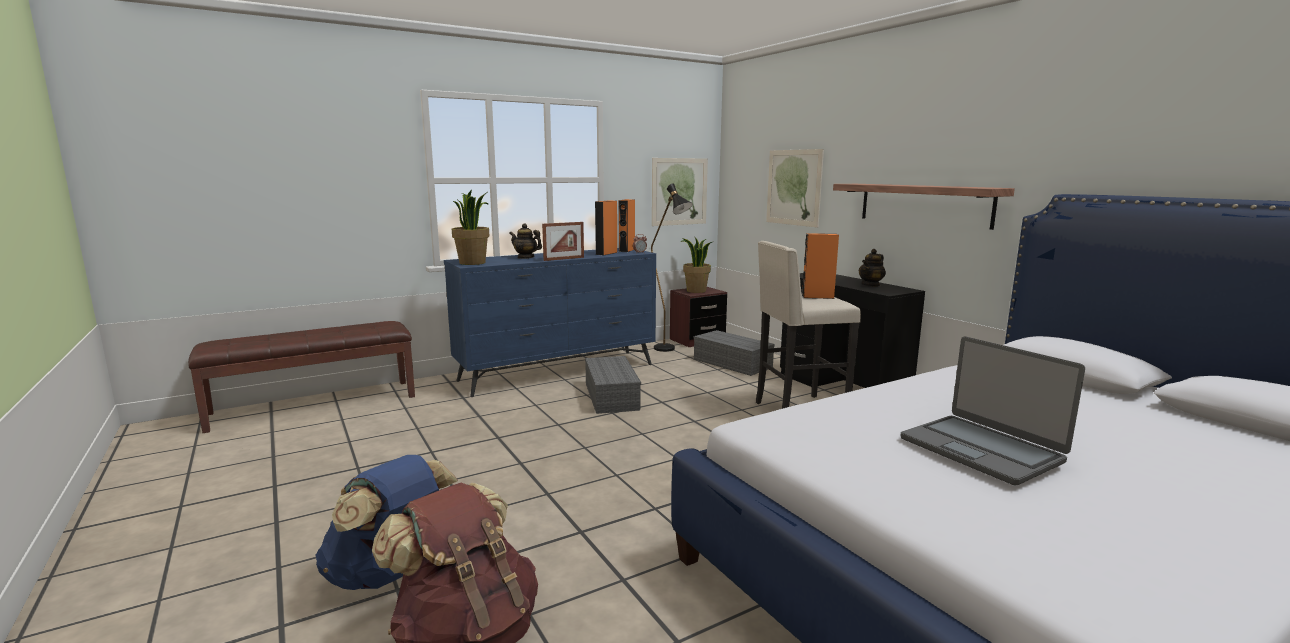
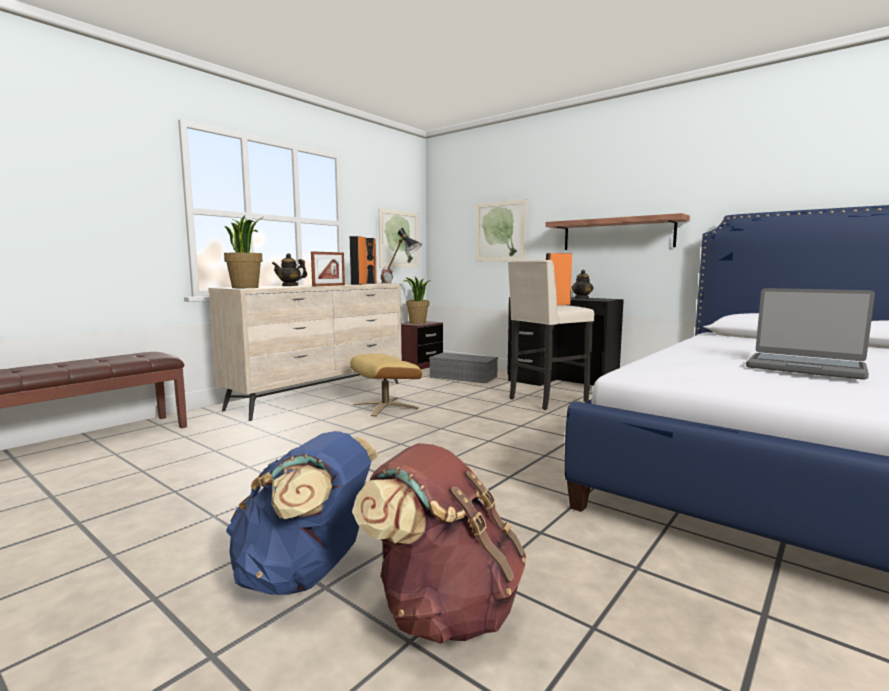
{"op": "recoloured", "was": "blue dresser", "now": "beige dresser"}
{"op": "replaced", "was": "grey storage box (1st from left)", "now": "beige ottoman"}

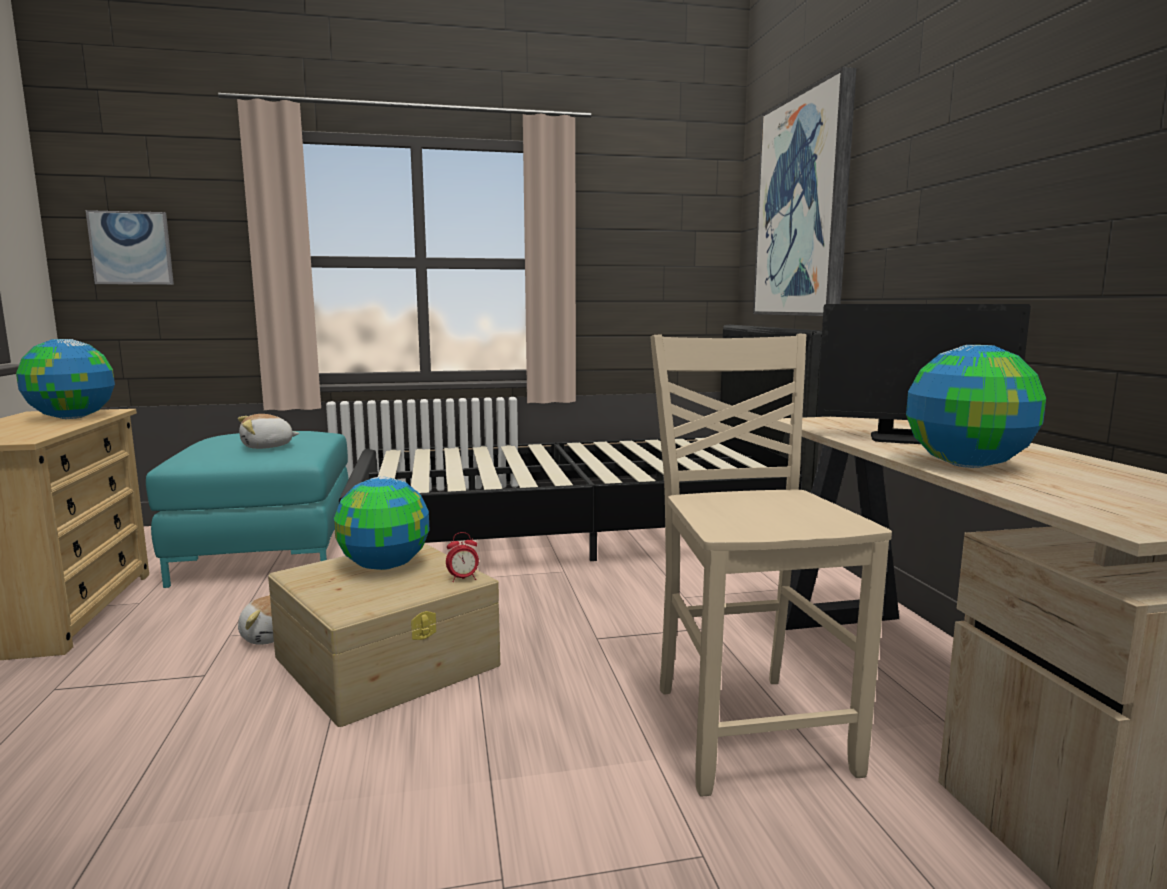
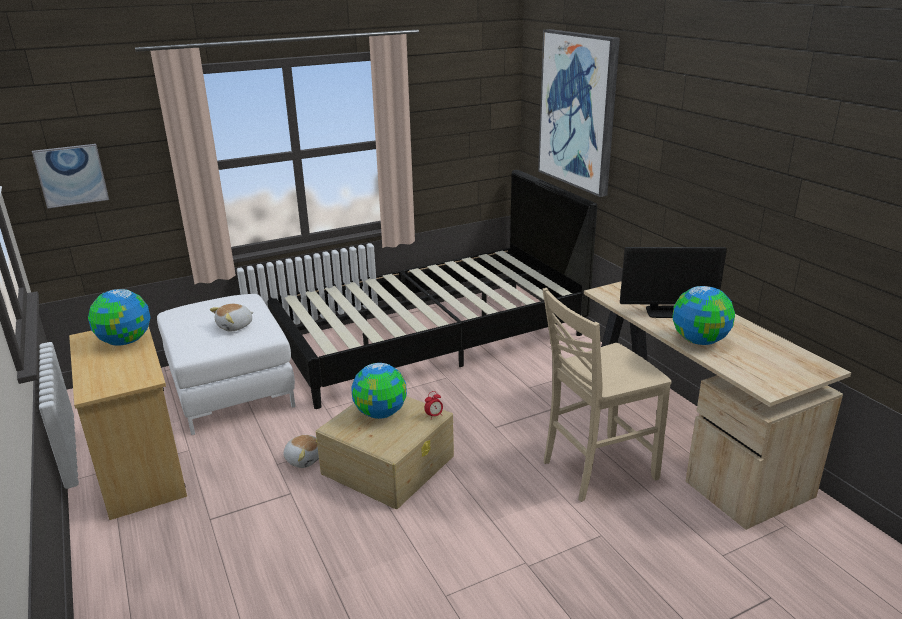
{"op": "recoloured", "was": "turquoise ottoman", "now": "white ottoman"}
{"op": "turned", "was": "beige chair", "clockwise": -90}

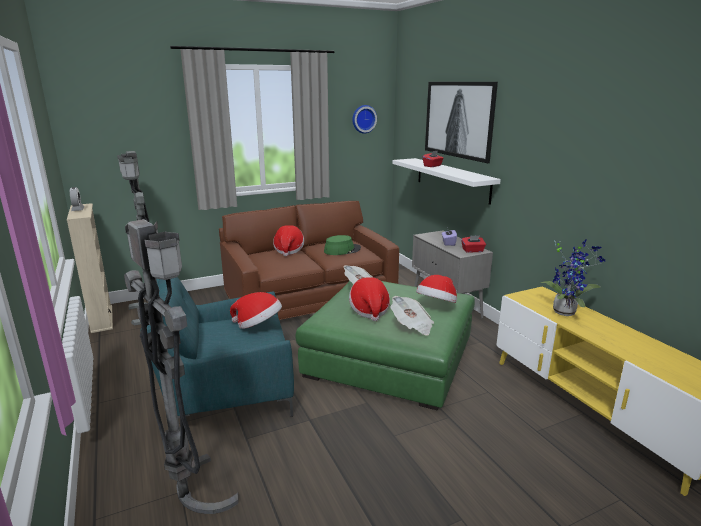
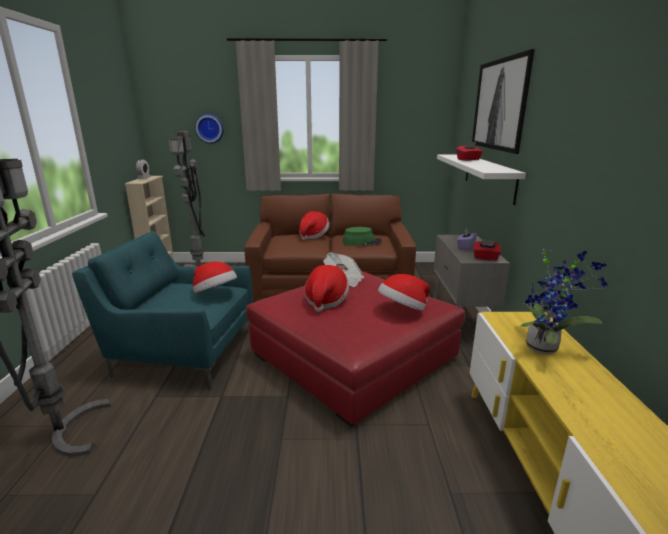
{"op": "recoloured", "was": "green ottoman", "now": "red ottoman"}
{"op": "moved", "was": "wall clock"}
{"op": "removed", "was": "newspaper (2nd from left)"}

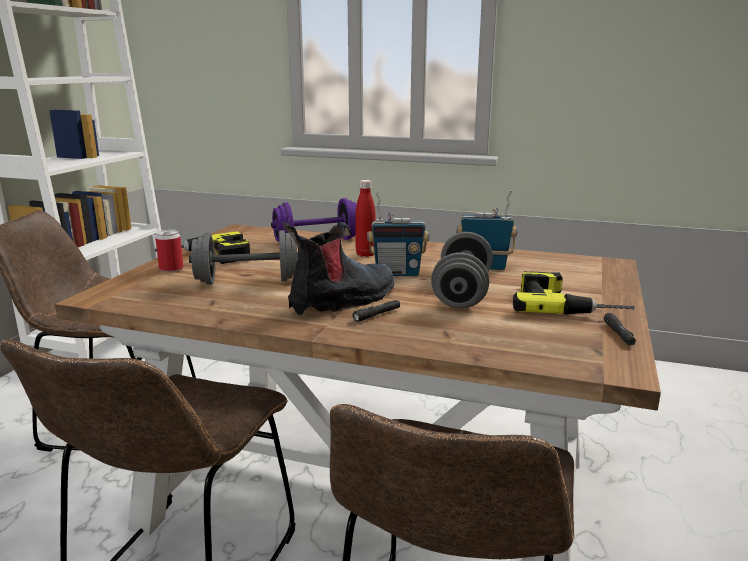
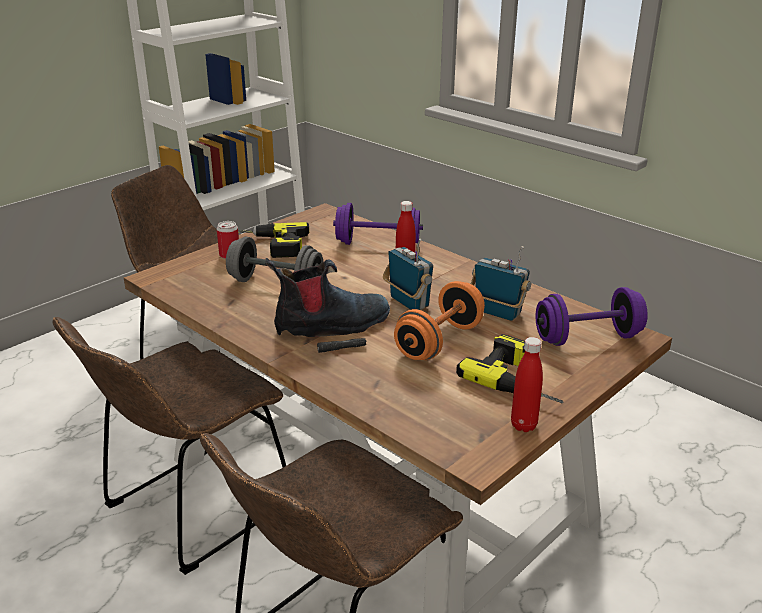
{"op": "turned", "was": "radio (1st from left)", "clockwise": -150}
{"op": "recoloured", "was": "grey dumbbell (2nd from left)", "now": "orange dumbbell"}
{"op": "replaced", "was": "black flashlight (2nd from left)", "now": "red bottle (2nd from left)"}
{"op": "added", "now": "purple dumbbell (2nd from left)"}

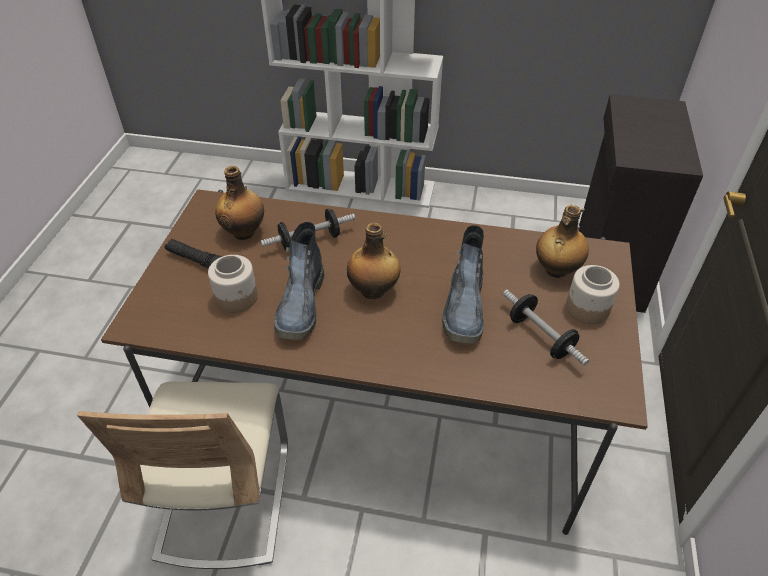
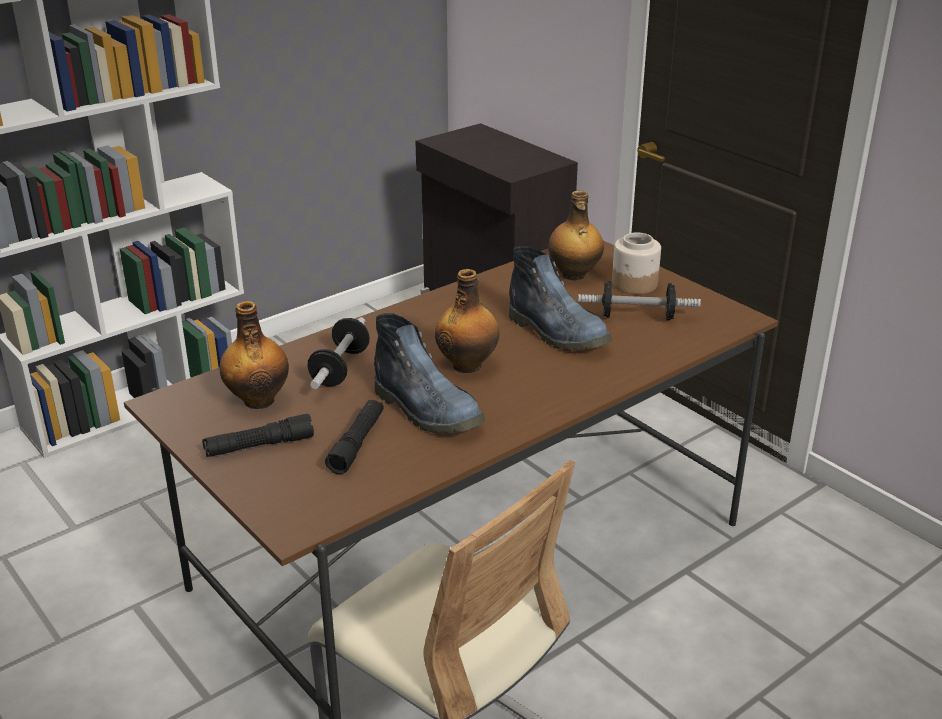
{"op": "replaced", "was": "jar (1st from left)", "now": "black flashlight (2nd from left)"}

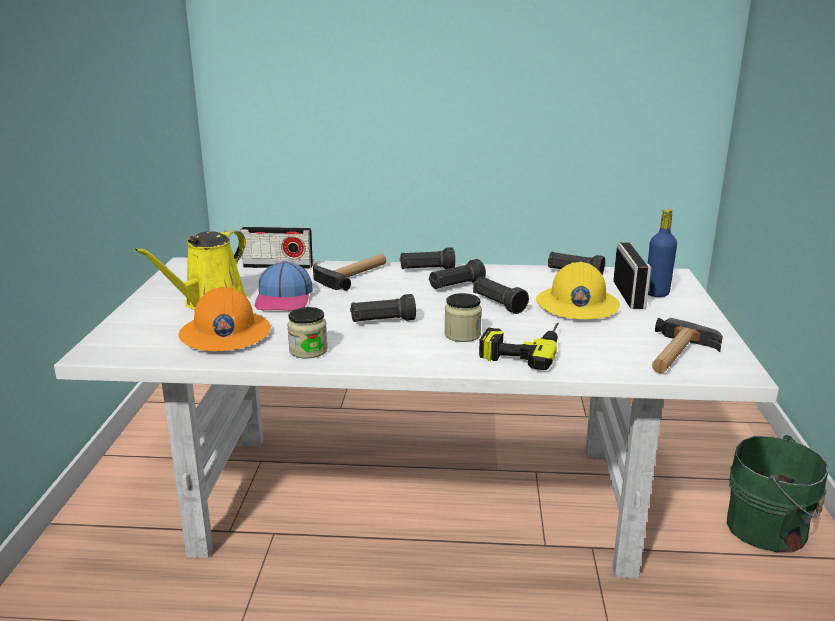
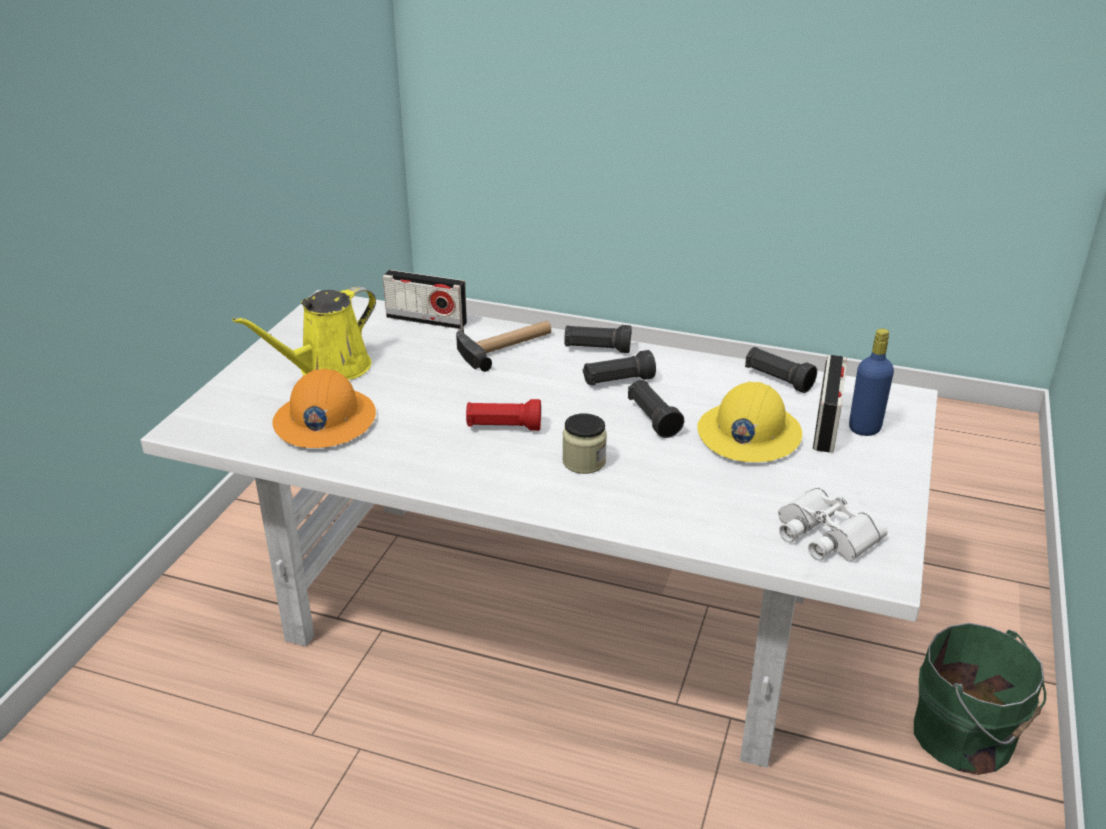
{"op": "removed", "was": "cap"}
{"op": "removed", "was": "jar (1st from left)"}
{"op": "recoloured", "was": "black flashlight (1st from left)", "now": "red flashlight"}
{"op": "removed", "was": "power drill"}
{"op": "replaced", "was": "hammer (2nd from left)", "now": "white binoculars"}

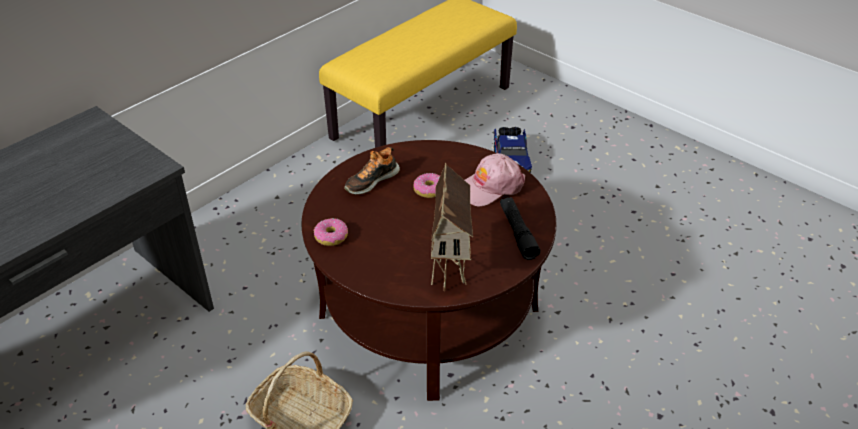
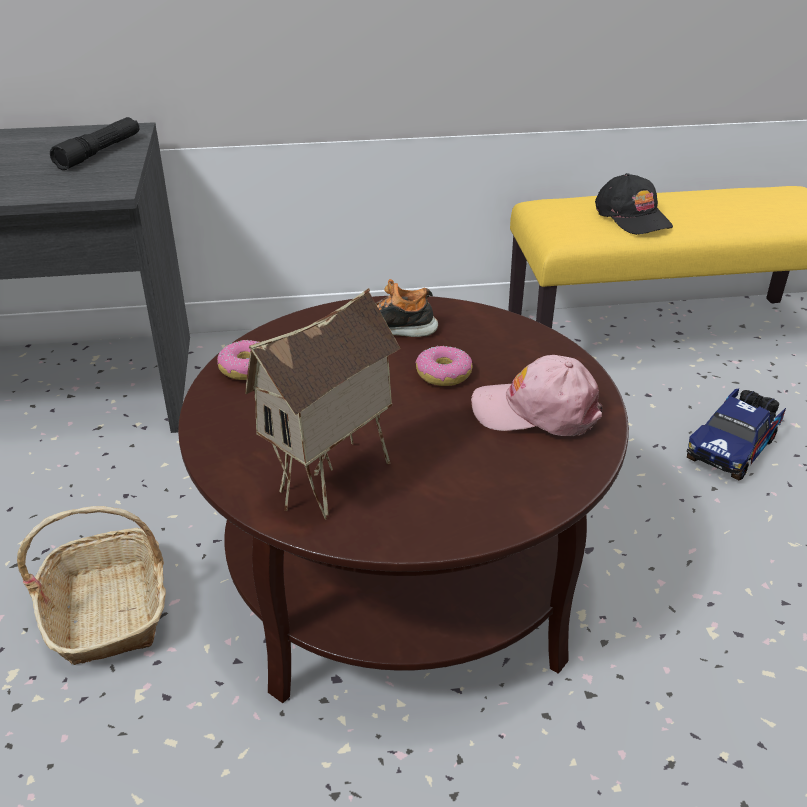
{"op": "moved", "was": "black flashlight"}
{"op": "added", "now": "black cap"}

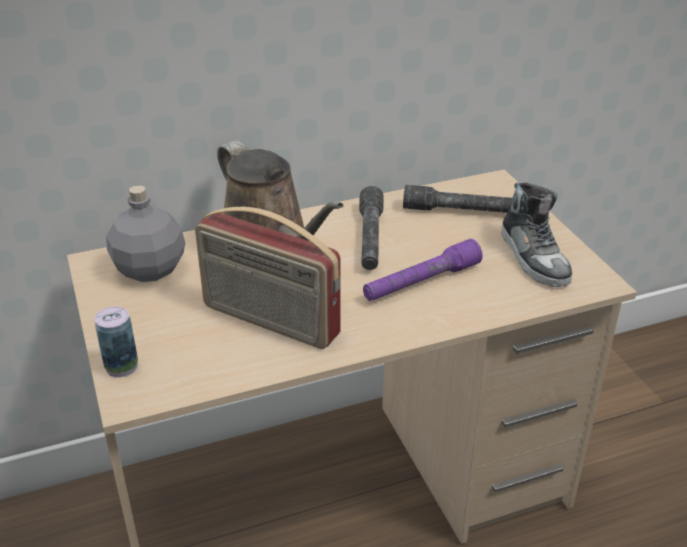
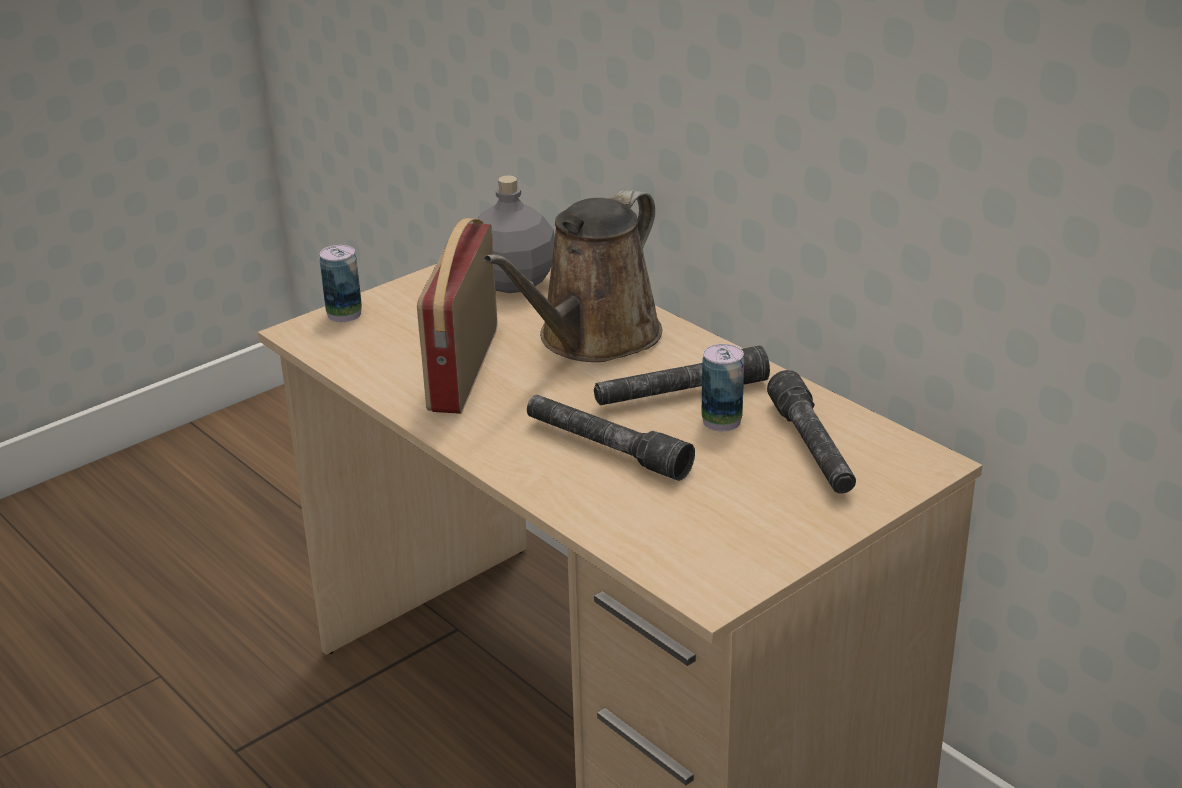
{"op": "recoloured", "was": "purple flashlight", "now": "grey flashlight (1st from left)"}
{"op": "removed", "was": "shoe"}
{"op": "added", "now": "can (2nd from left)"}

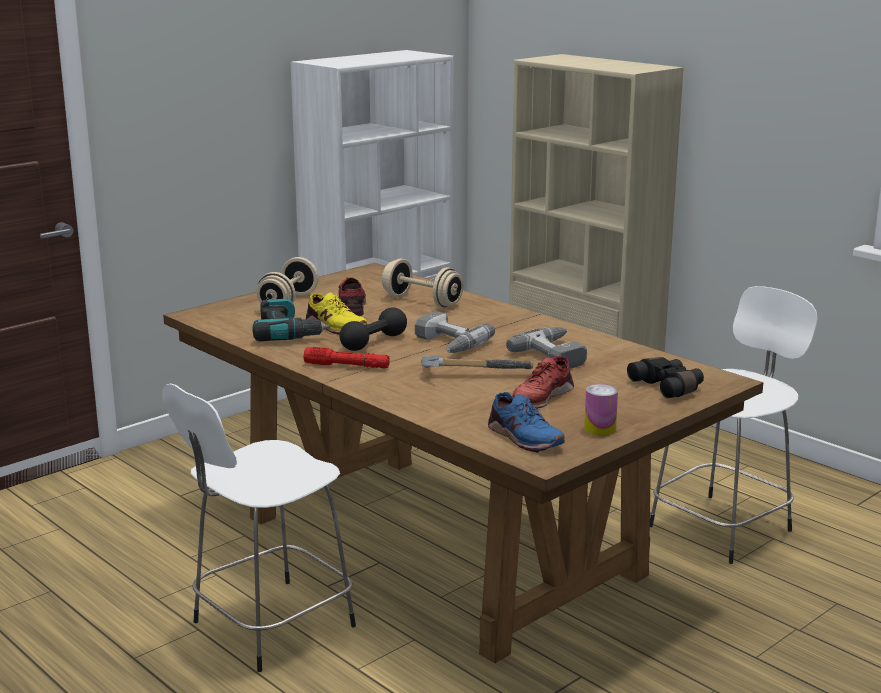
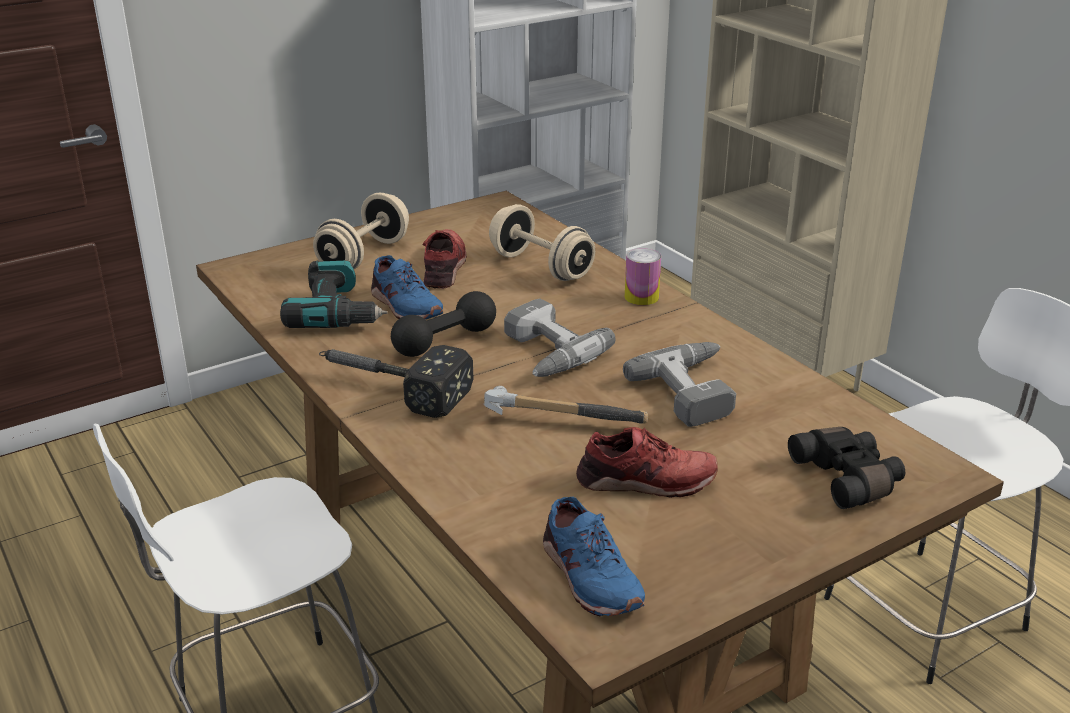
{"op": "replaced", "was": "red flashlight", "now": "hammer (1st from left)"}
{"op": "recoloured", "was": "yellow shoe", "now": "blue shoe (1st from left)"}
{"op": "turned", "was": "red shoe (2nd from left)", "clockwise": -135}
{"op": "moved", "was": "can"}

